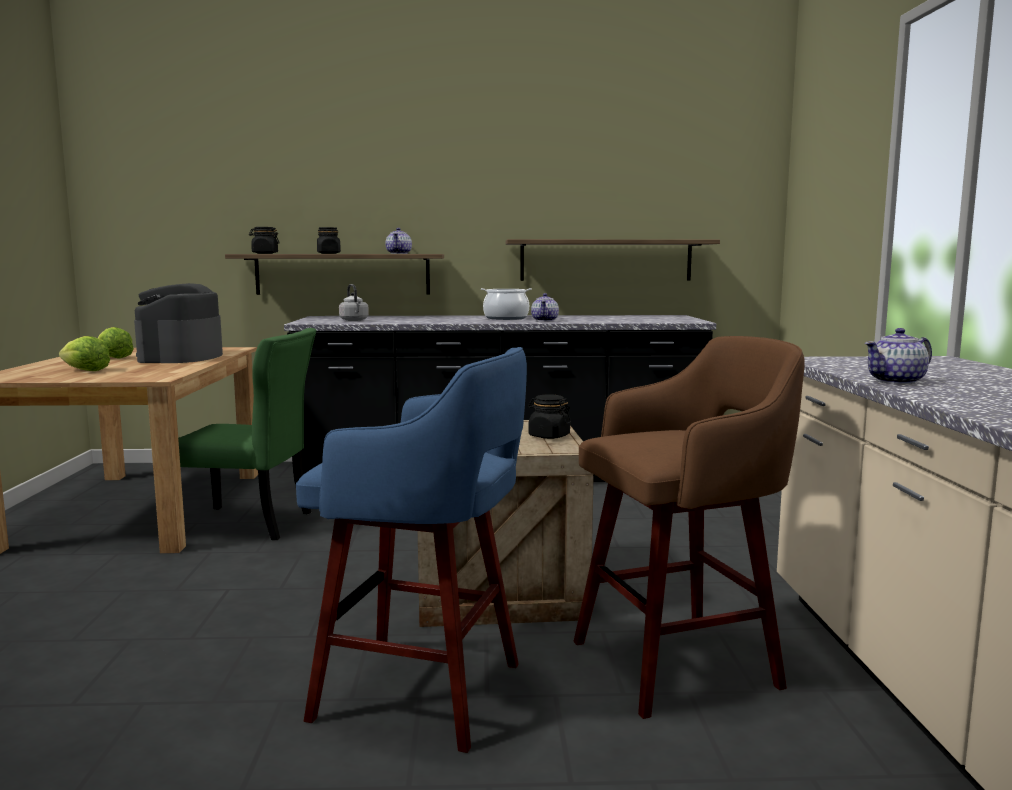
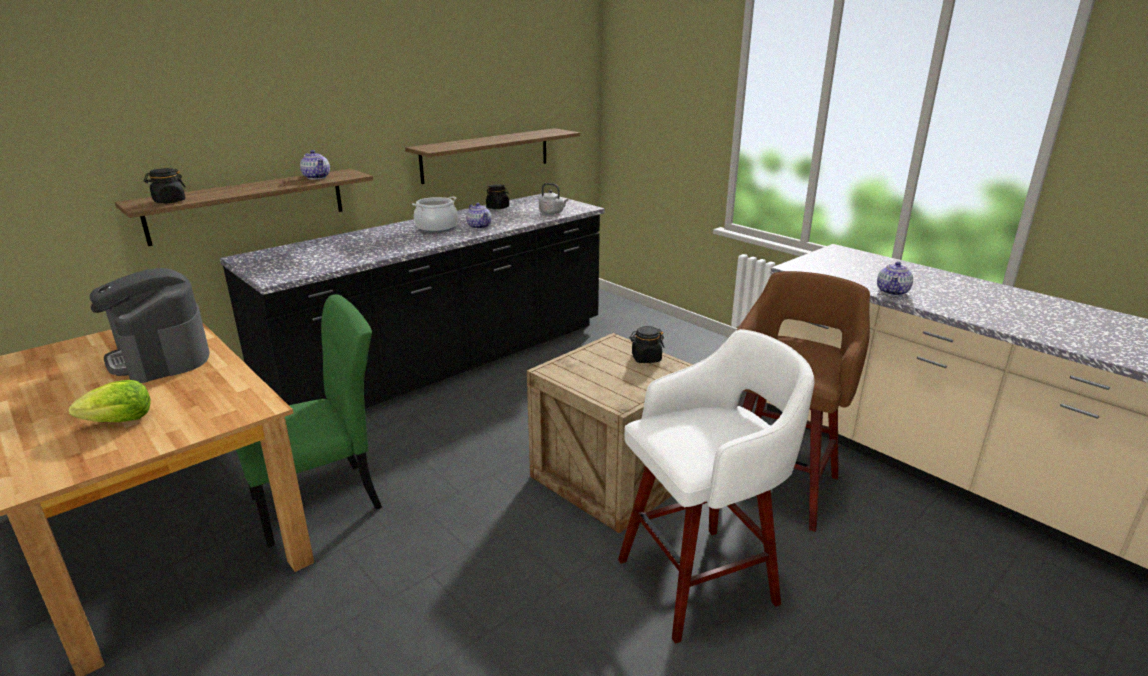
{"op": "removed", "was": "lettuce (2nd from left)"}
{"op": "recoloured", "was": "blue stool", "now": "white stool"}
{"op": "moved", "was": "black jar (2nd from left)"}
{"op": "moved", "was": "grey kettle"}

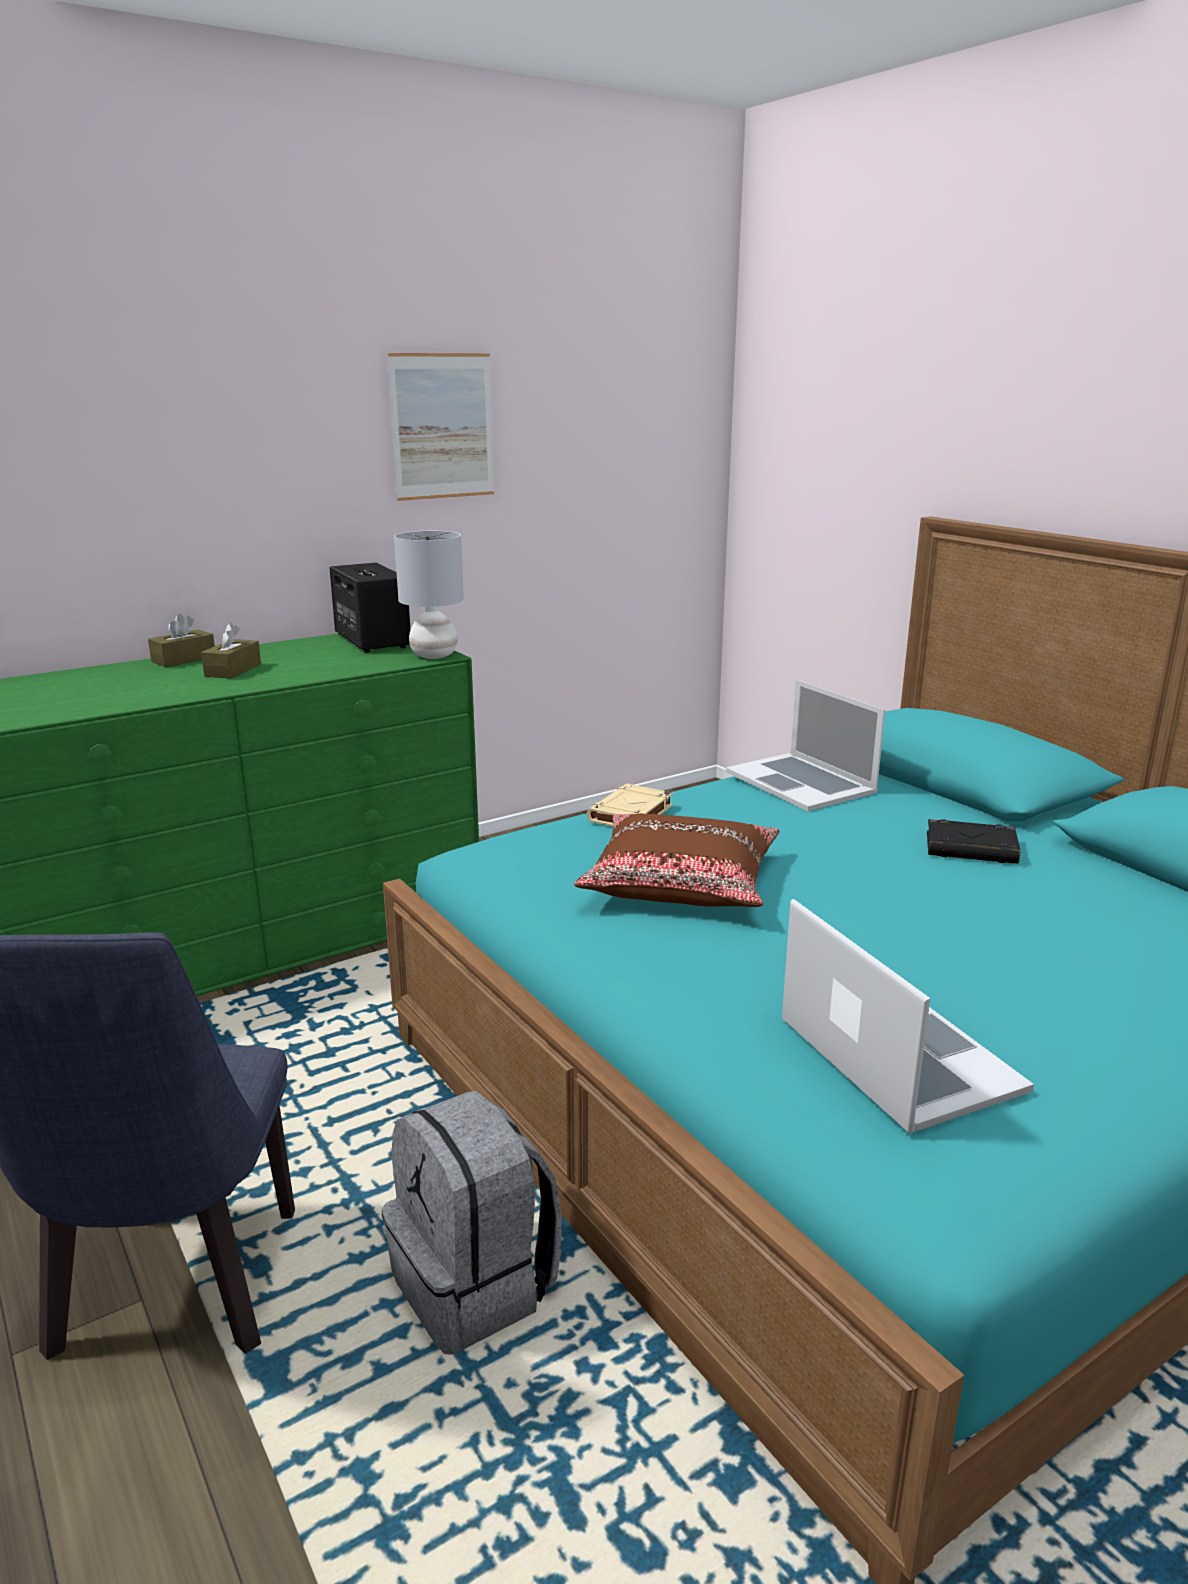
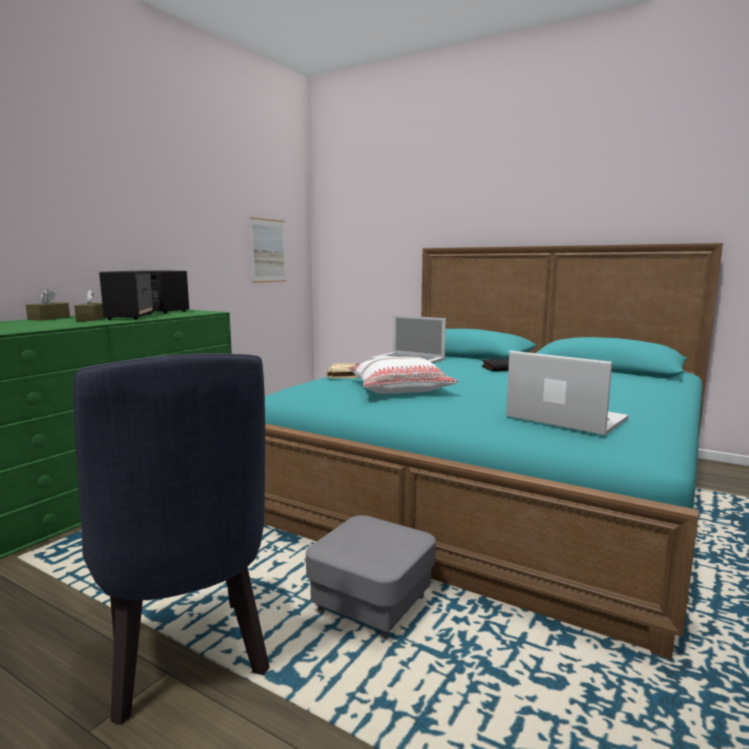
{"op": "replaced", "was": "grey backpack", "now": "grey ottoman"}
{"op": "moved", "was": "picture"}
{"op": "removed", "was": "grey table lamp"}
{"op": "recoloured", "was": "brown pillow", "now": "white pillow"}
{"op": "added", "now": "speaker (1st from left)"}

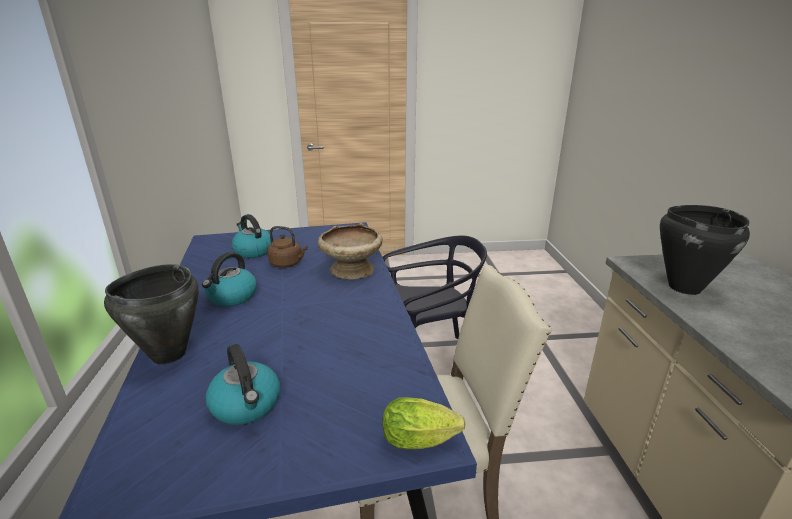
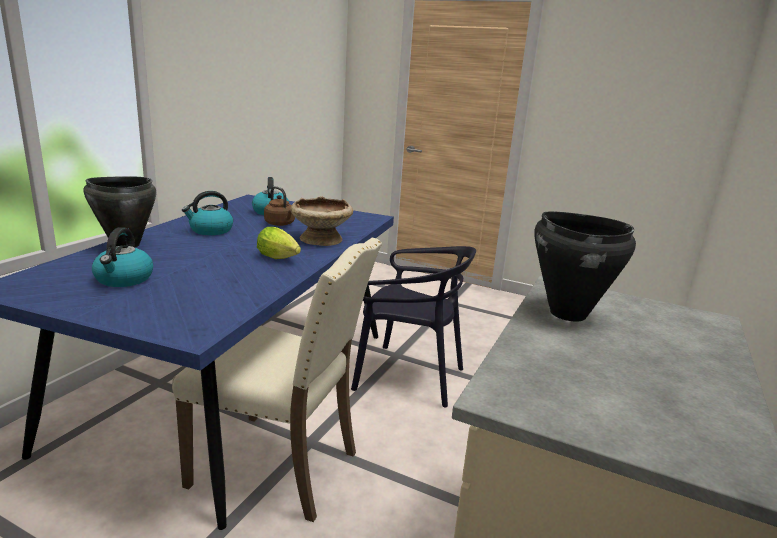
{"op": "moved", "was": "lettuce"}

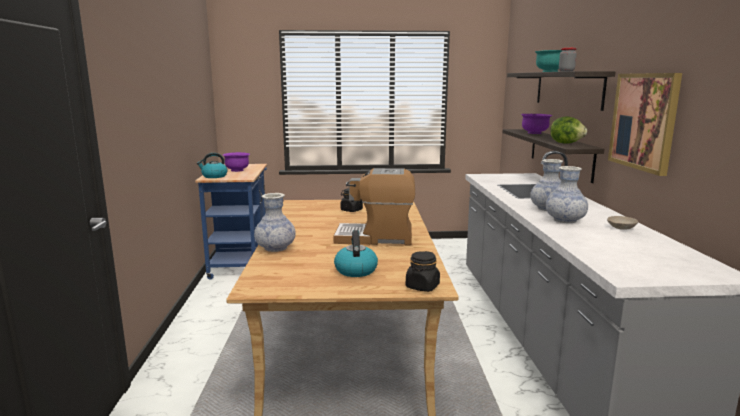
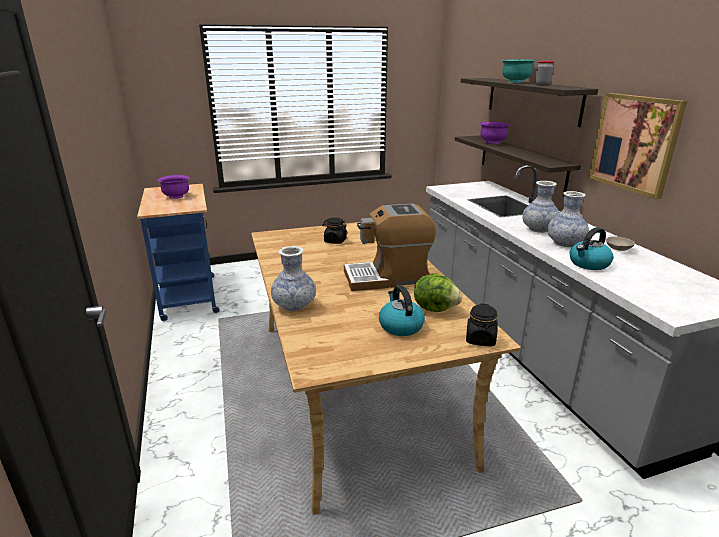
{"op": "moved", "was": "kettle (1st from left in the first image)", "now": "kettle (2nd from left)"}
{"op": "moved", "was": "lettuce"}

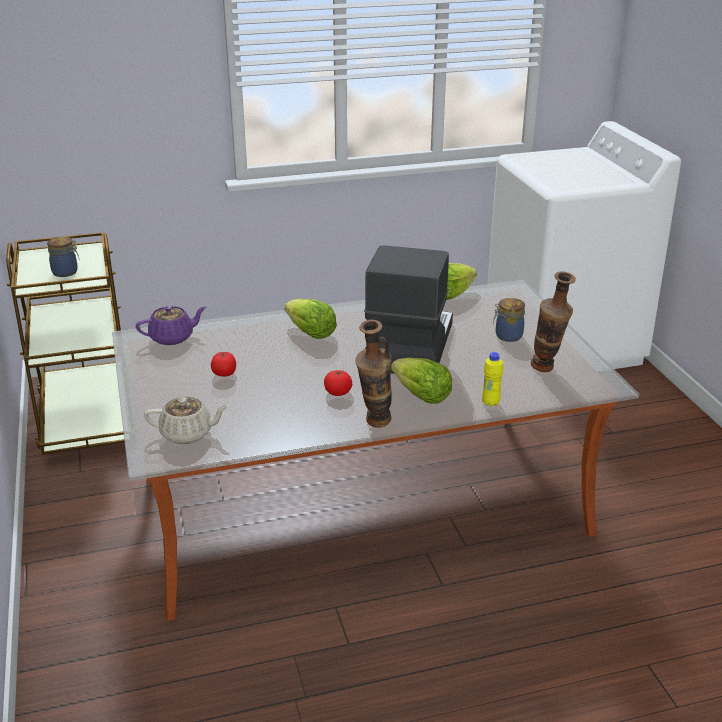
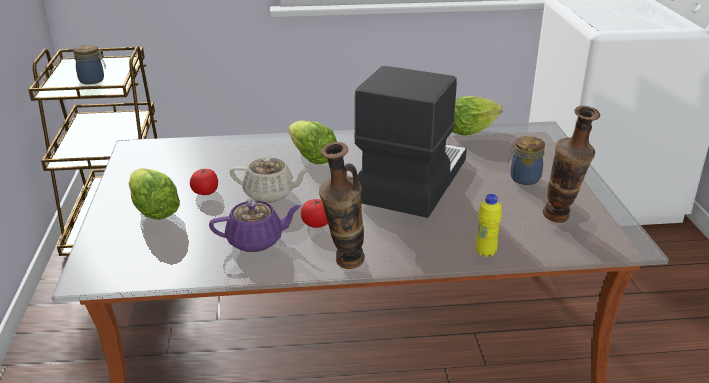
{"op": "moved", "was": "purple teapot"}
{"op": "moved", "was": "beige teapot"}
{"op": "moved", "was": "lettuce (2nd from left in the first image)", "now": "lettuce (1st from left)"}

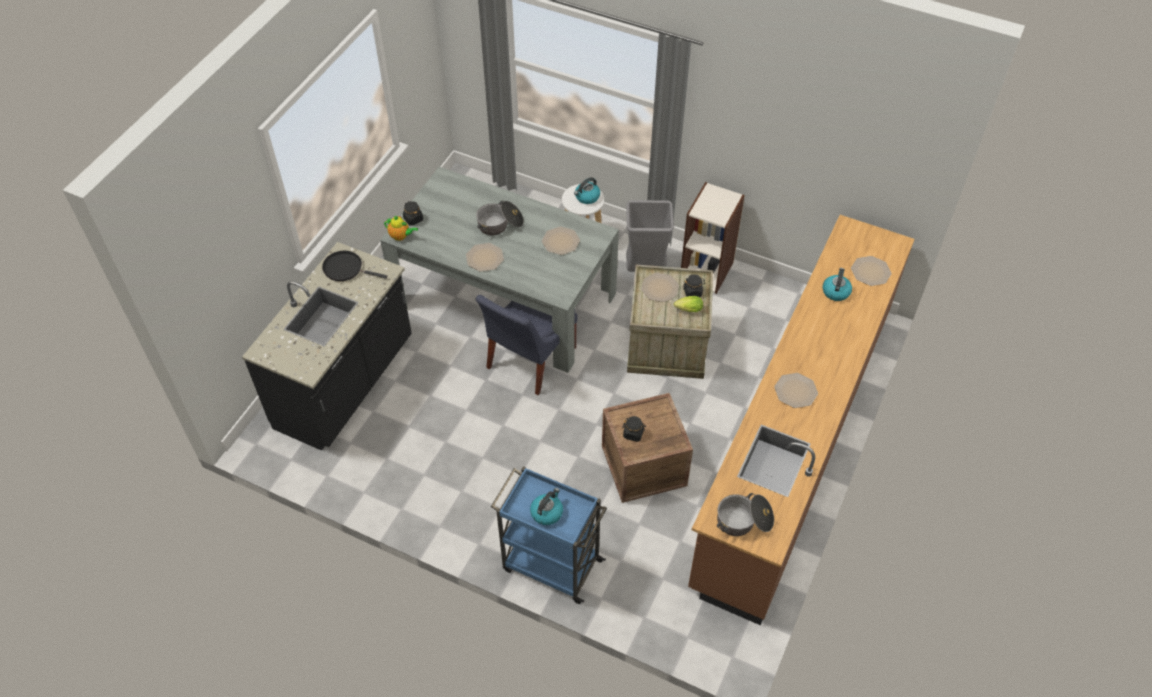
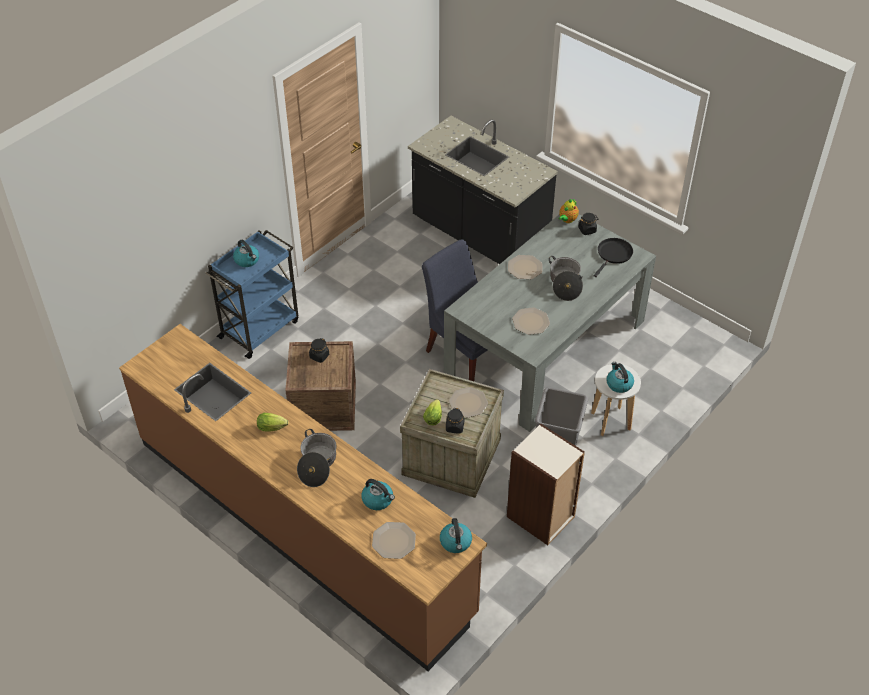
{"op": "moved", "was": "black frying pan"}
{"op": "moved", "was": "cooking pot (2nd from left in the first image)", "now": "cooking pot (1st from left)"}
{"op": "replaced", "was": "plate (4th from left)", "now": "lettuce (1st from left)"}
{"op": "added", "now": "kettle (3rd from left)"}

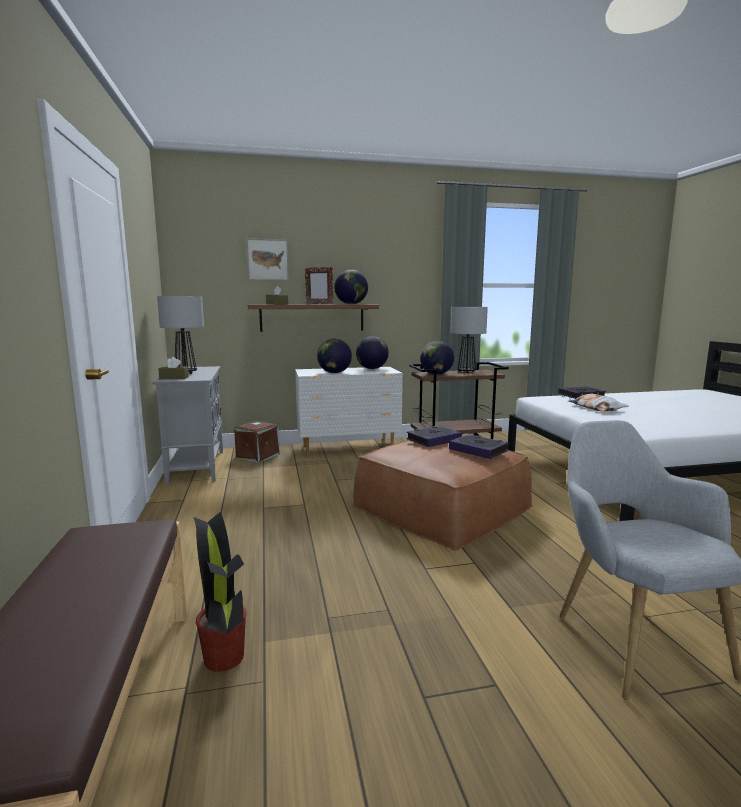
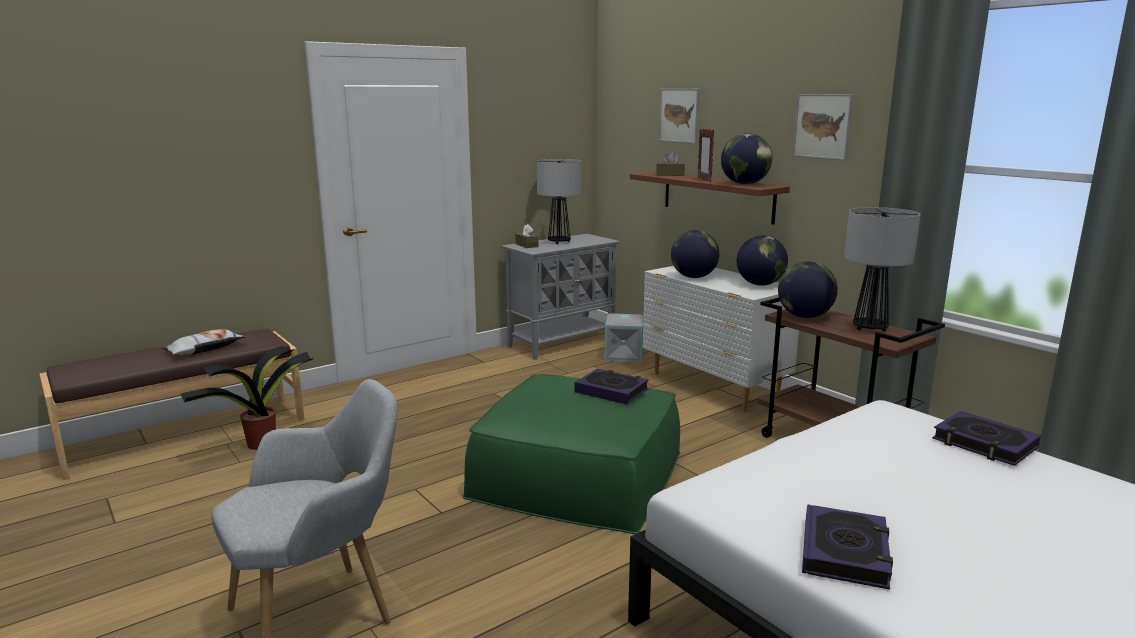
{"op": "recoloured", "was": "brown storage box", "now": "grey storage box"}
{"op": "recoloured", "was": "brown ottoman", "now": "green ottoman"}
{"op": "moved", "was": "book (2nd from left)"}
{"op": "moved", "was": "pillow"}
{"op": "added", "now": "picture (2nd from left)"}

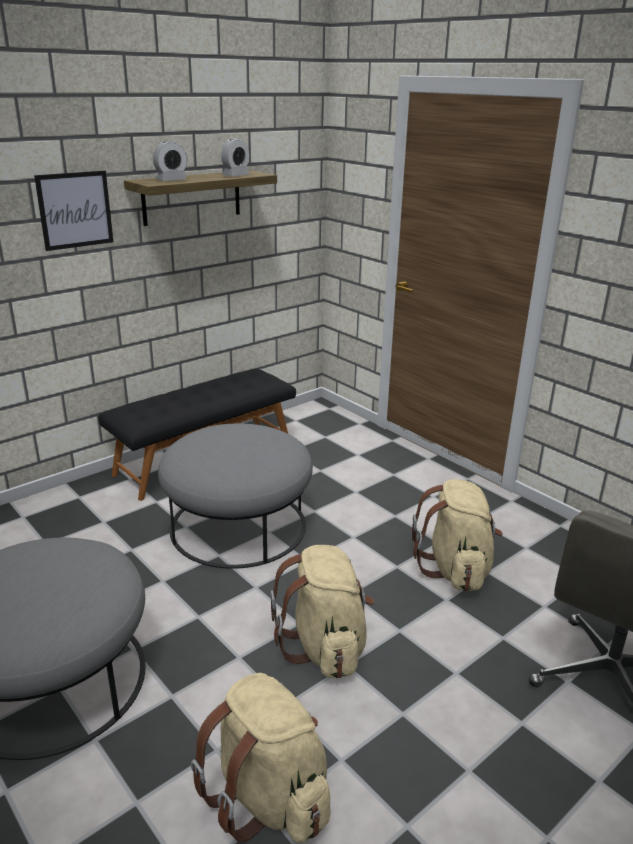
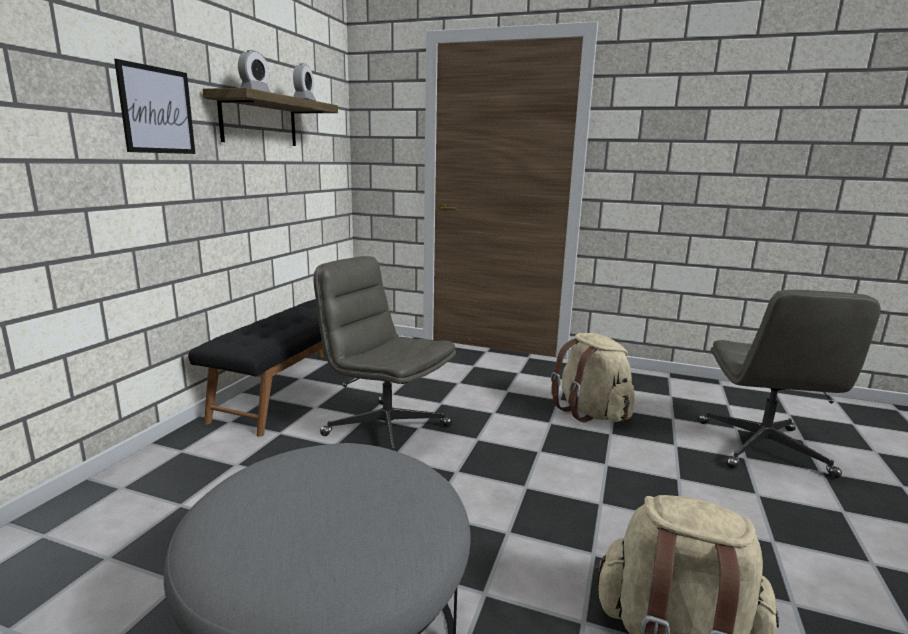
{"op": "replaced", "was": "grey ottoman (2nd from left)", "now": "grey office chair (1st from left)"}
{"op": "removed", "was": "beige backpack (2nd from left)"}

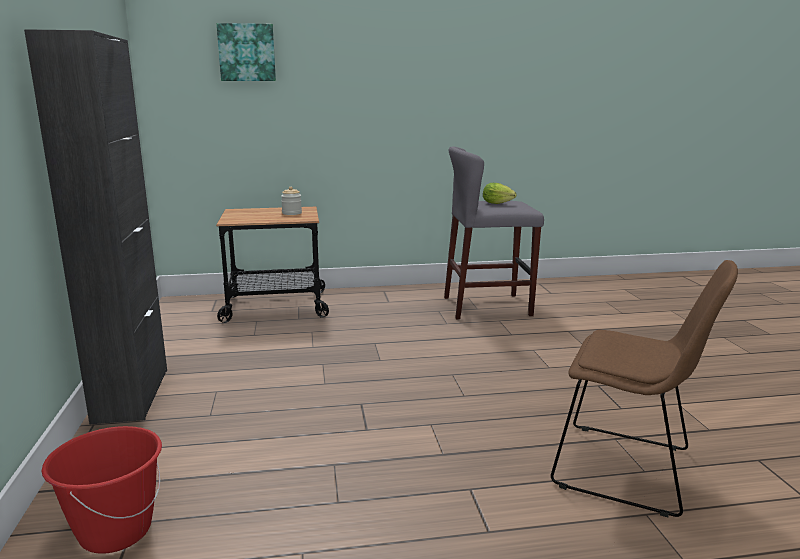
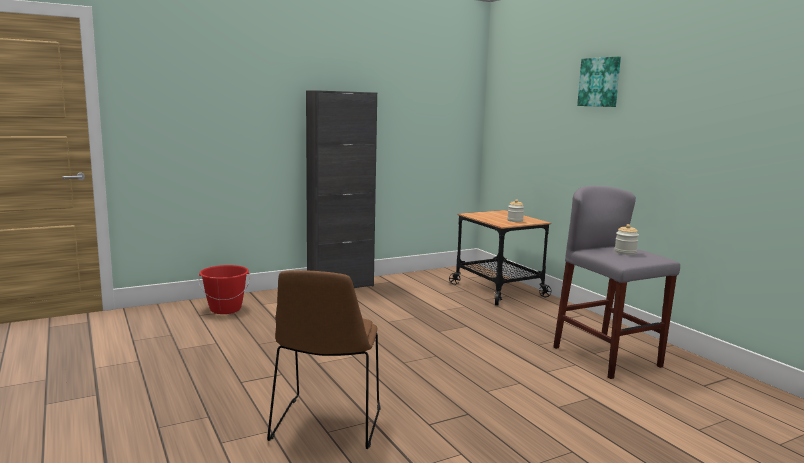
{"op": "moved", "was": "picture"}
{"op": "replaced", "was": "lettuce", "now": "jar (2nd from left)"}

